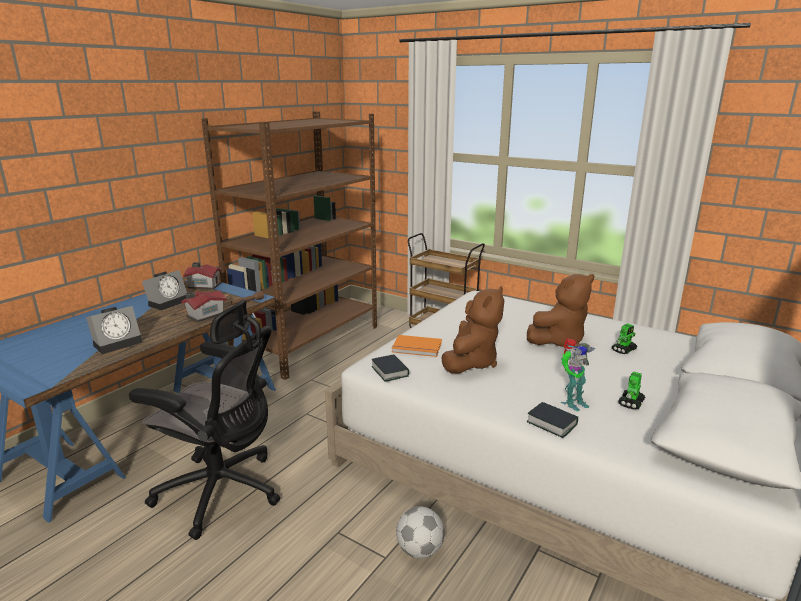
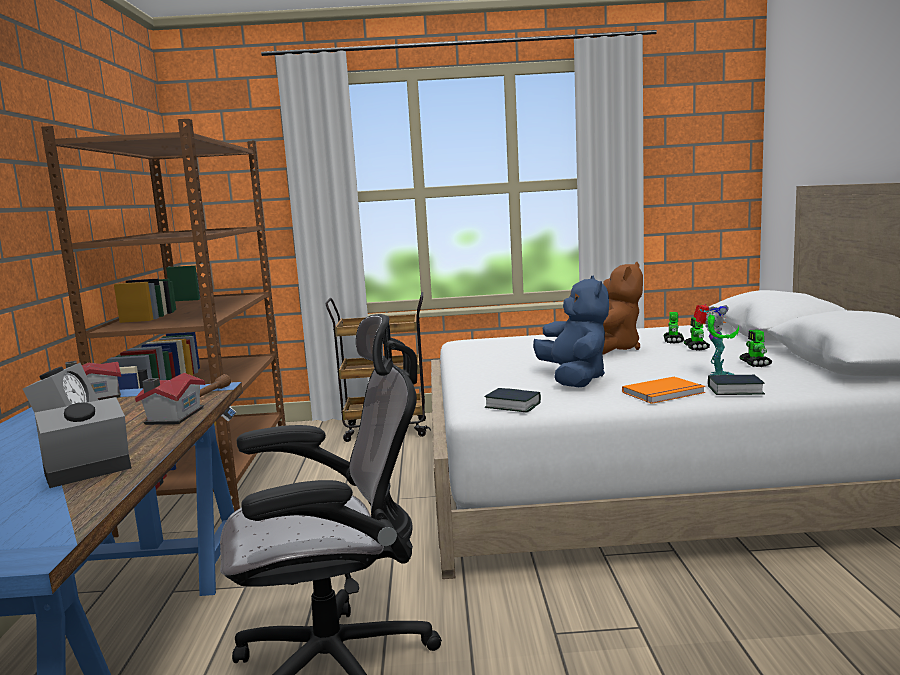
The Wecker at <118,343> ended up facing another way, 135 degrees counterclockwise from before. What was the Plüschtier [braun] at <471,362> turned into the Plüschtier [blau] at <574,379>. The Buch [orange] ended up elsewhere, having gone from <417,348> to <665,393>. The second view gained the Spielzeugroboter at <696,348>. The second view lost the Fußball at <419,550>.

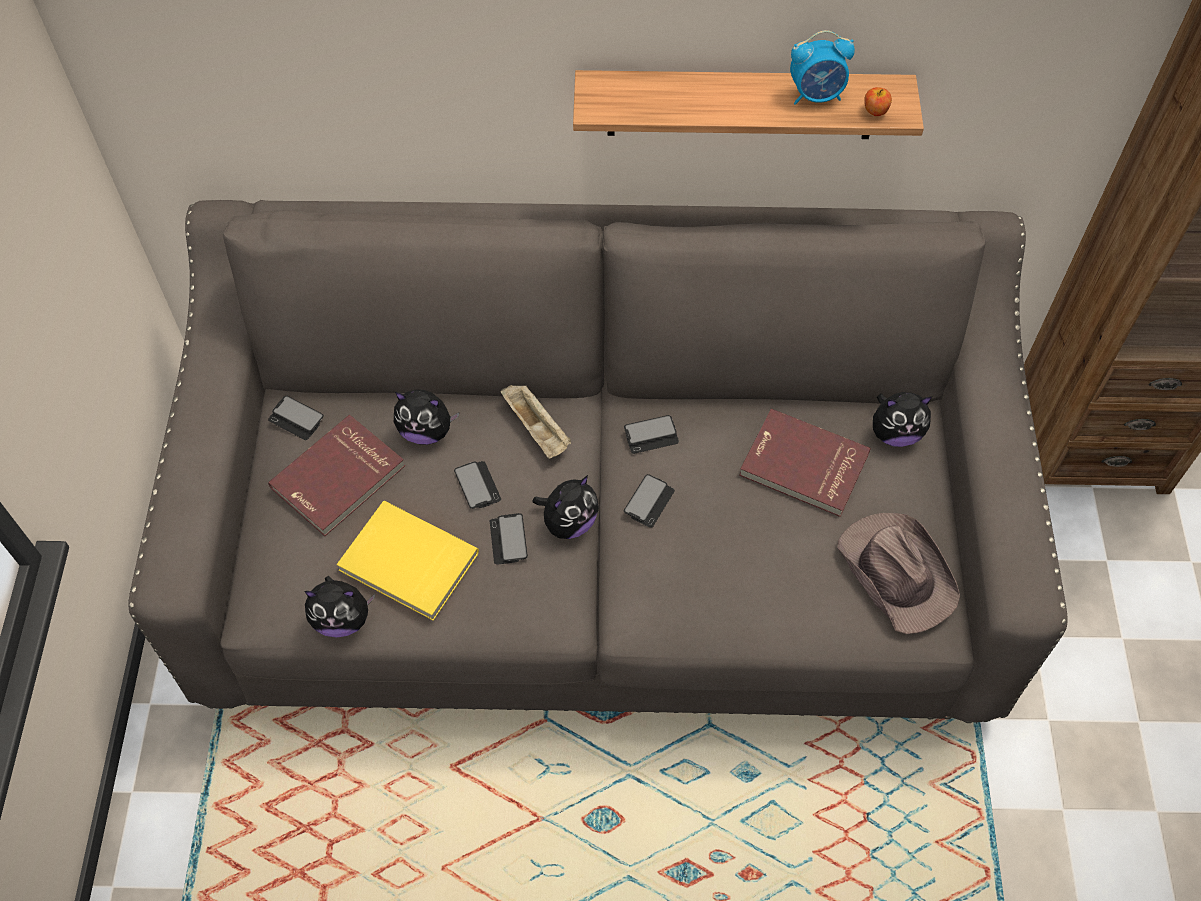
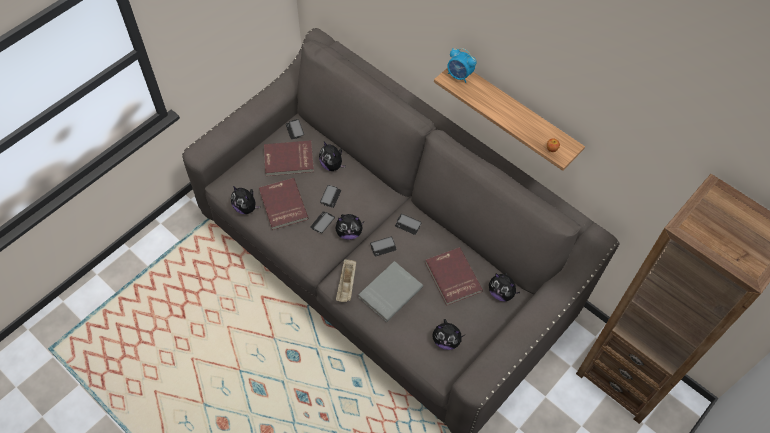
What was the Buch [gelb] at <407,564> turned into the Buch [rot] at <282,205>. The Tablett [beige] ended up elsewhere, having gone from <537,428> to <346,285>. The second view gained the Buch [grau] at <389,291>. Where the Hut [braun] stood at <896,571>, the Plüschtier came to stand at <446,340>. The Wecker ended up elsewhere, having gone from <816,95> to <459,76>.

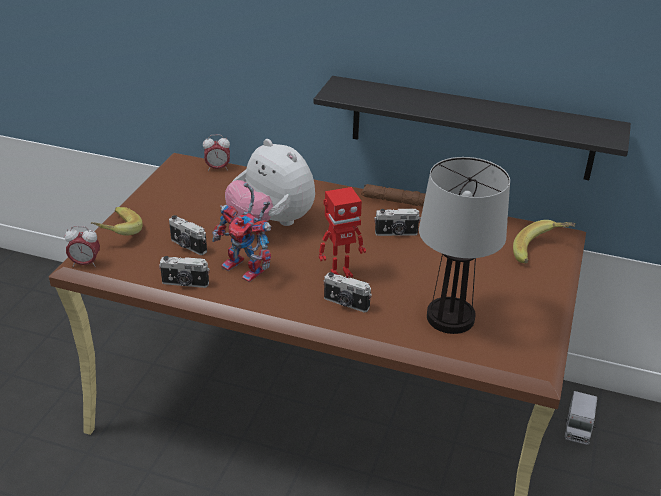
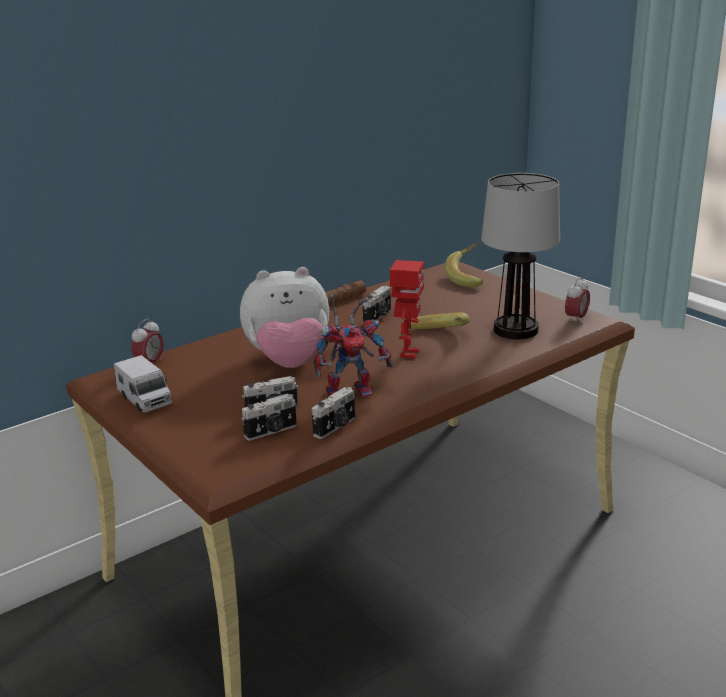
The Spielzeuglaster ended up elsewhere, having gone from <578,427> to <145,399>. The Kamera ended up elsewhere, having gone from <346,304> to <271,431>. The Banane ended up elsewhere, having gone from <115,233> to <438,337>. The Wecker ended up elsewhere, having gone from <85,264> to <576,319>. The second view lost the Wandregal [schwarz] at <471,128>.

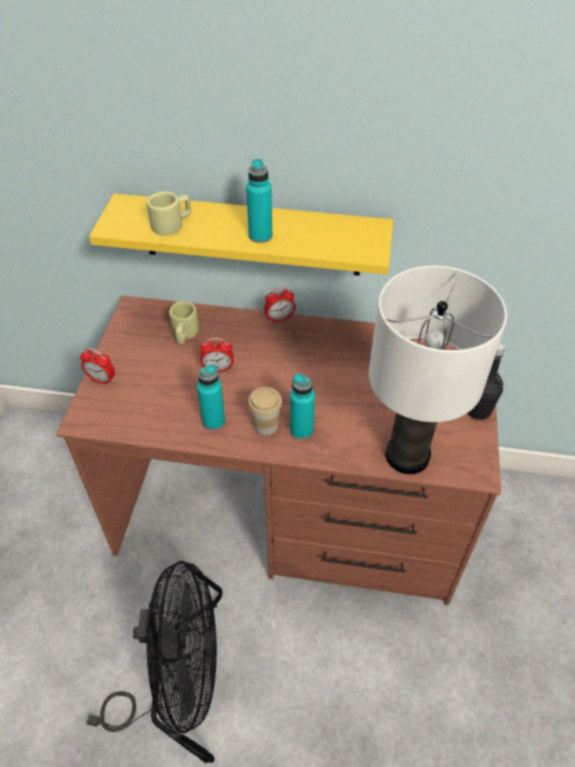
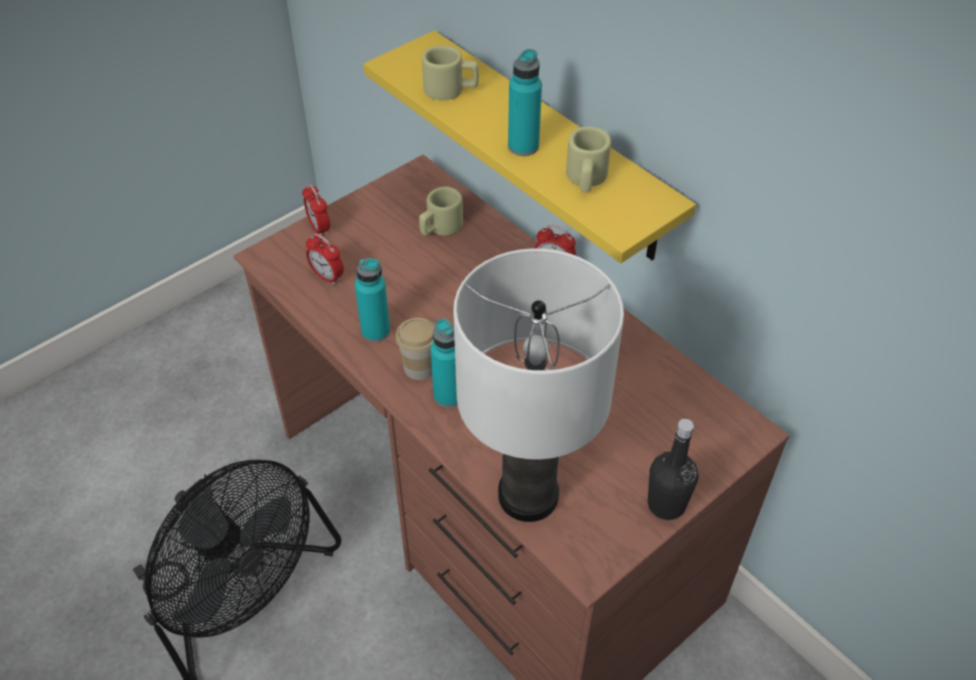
The Wecker ended up elsewhere, having gone from <218,369> to <327,277>. The second view gained the Henkelbecher [beige] at <586,179>.

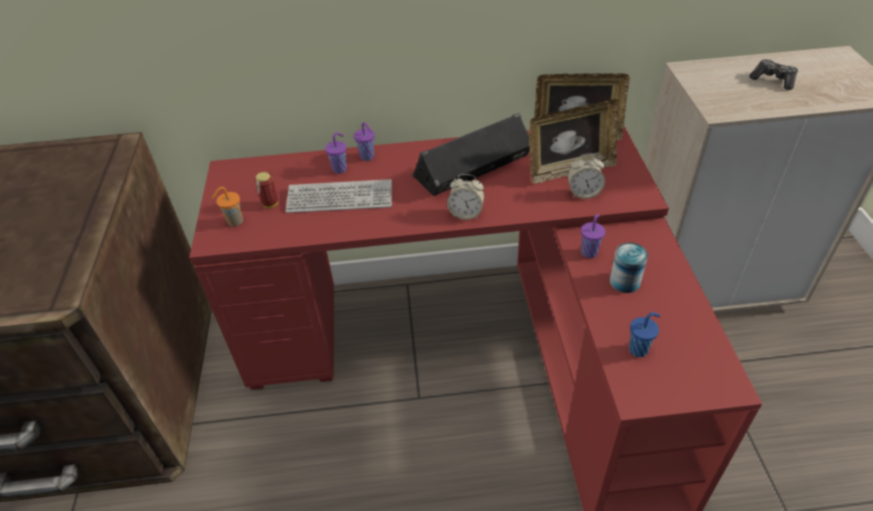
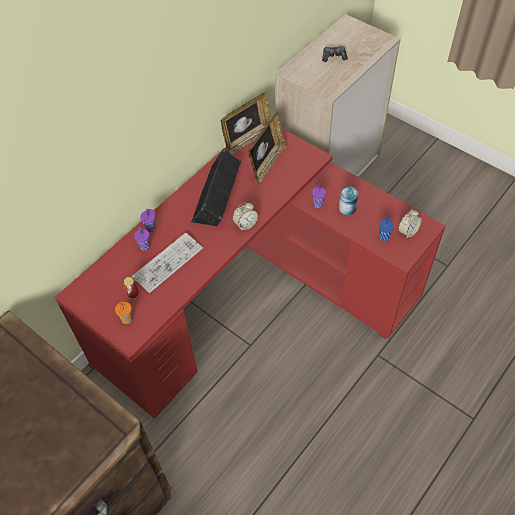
The Wecker ended up elsewhere, having gone from <583,193> to <407,231>.

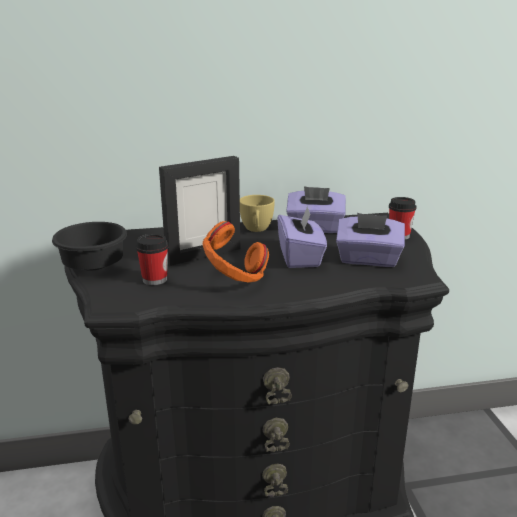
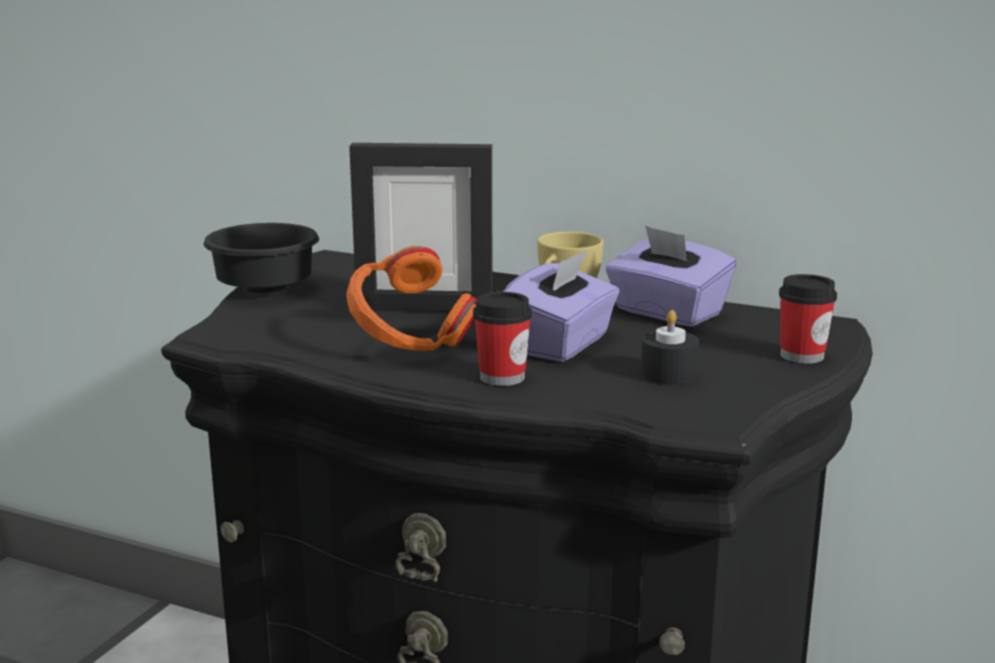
The Tasse ended up elsewhere, having gone from <155,279> to <502,377>. Where the Taschentuchbox [lila] stood at <368,260>, the Kerze [schwarz] came to stand at <668,374>.

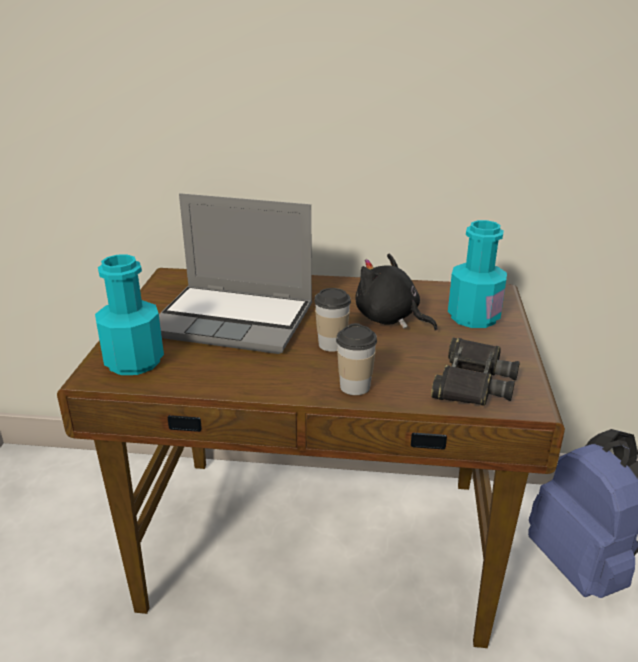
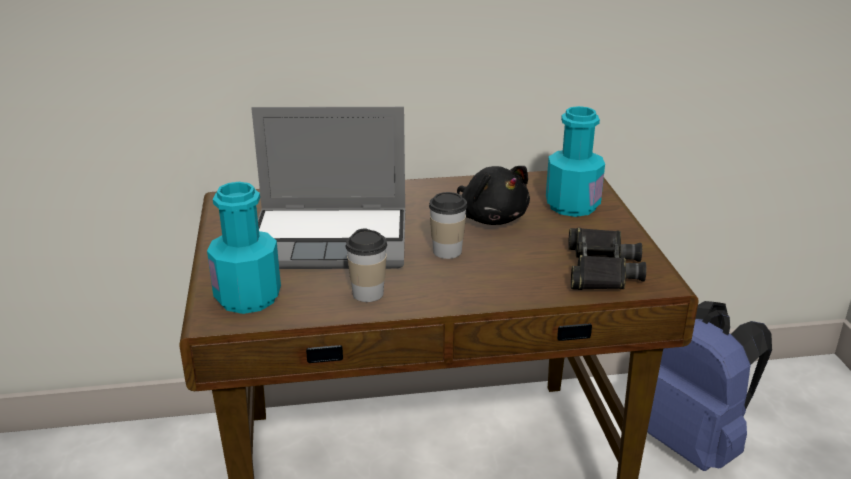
The Tasse ended up elsewhere, having gone from <355,387> to <368,293>. The Plüschtier [schwarz] at <389,319> ended up facing another way, 150 degrees counterclockwise from before.

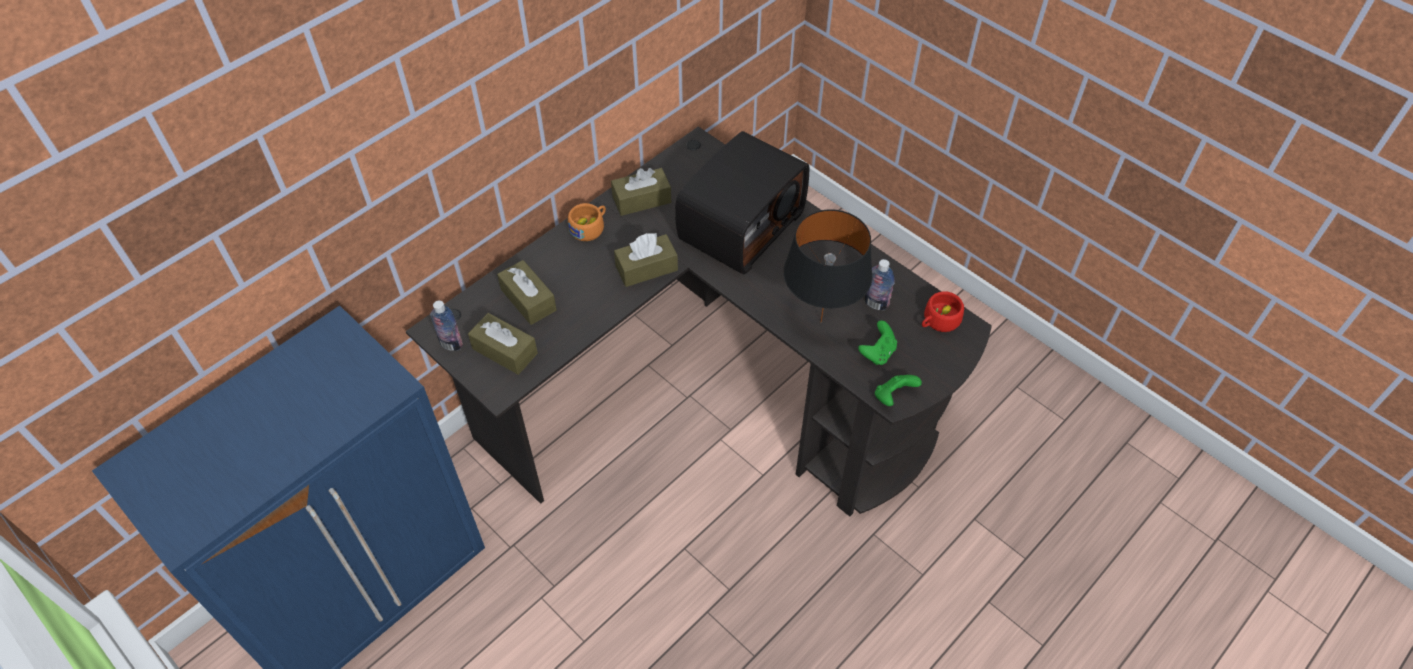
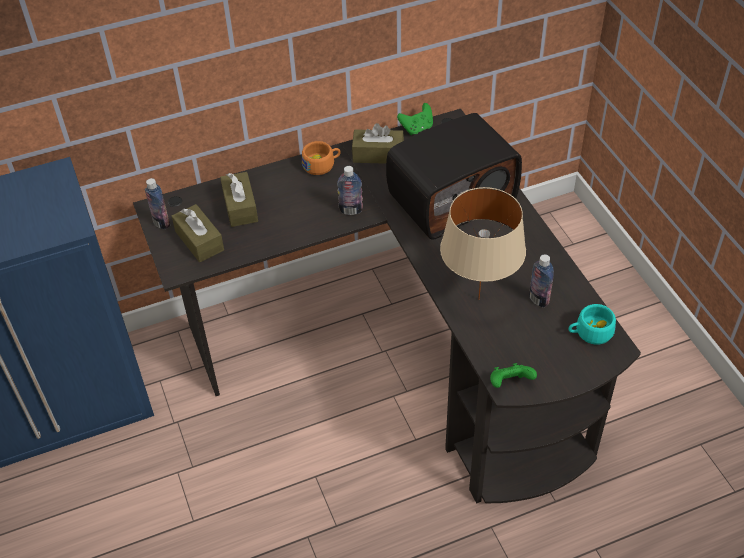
Where the Taschentuchbox [braun] stood at <646,268>, the Flasche came to stand at <351,210>. The Gamepad [grün] ended up elsewhere, having gone from <877,353> to <417,128>. What was the Tischlampe [schwarz] at <822,322> turned into the Tischlampe [beige] at <479,300>. What was the Tasse [rot] at <938,321> turned into the Tasse [türkis] at <590,332>.

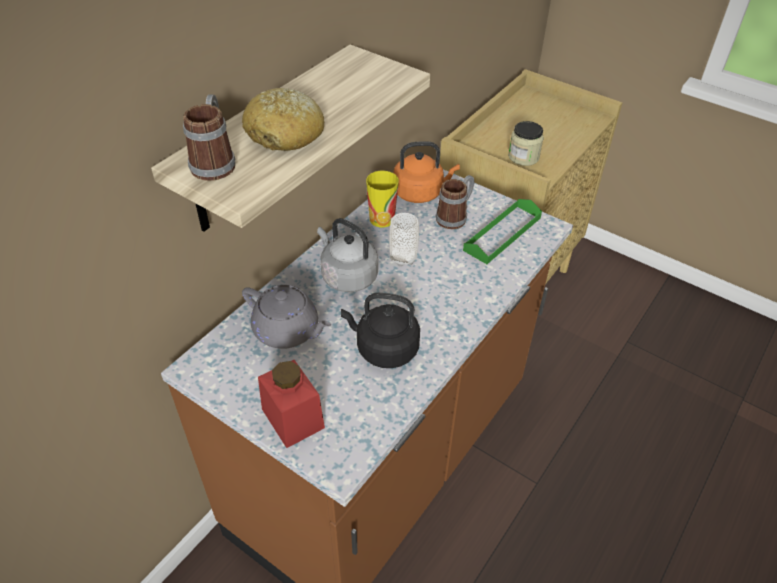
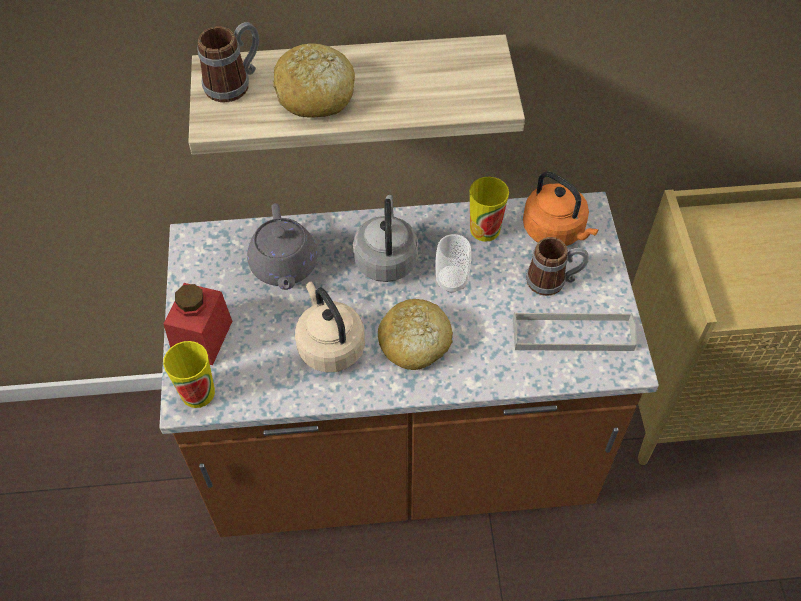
The second view gained the Tasse at <198,393>. What was the Wasserkessel [schwarz] at <384,349> turned into the Wasserkessel [beige] at <329,345>. The second view gained the Brot at <414,342>. What was the Tablett [grün] at <502,234> turned into the Tablett [grau] at <572,334>. The second view lost the Vorratsglas at <523,157>.

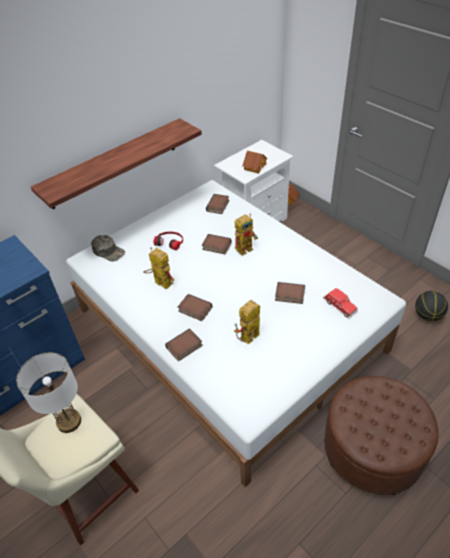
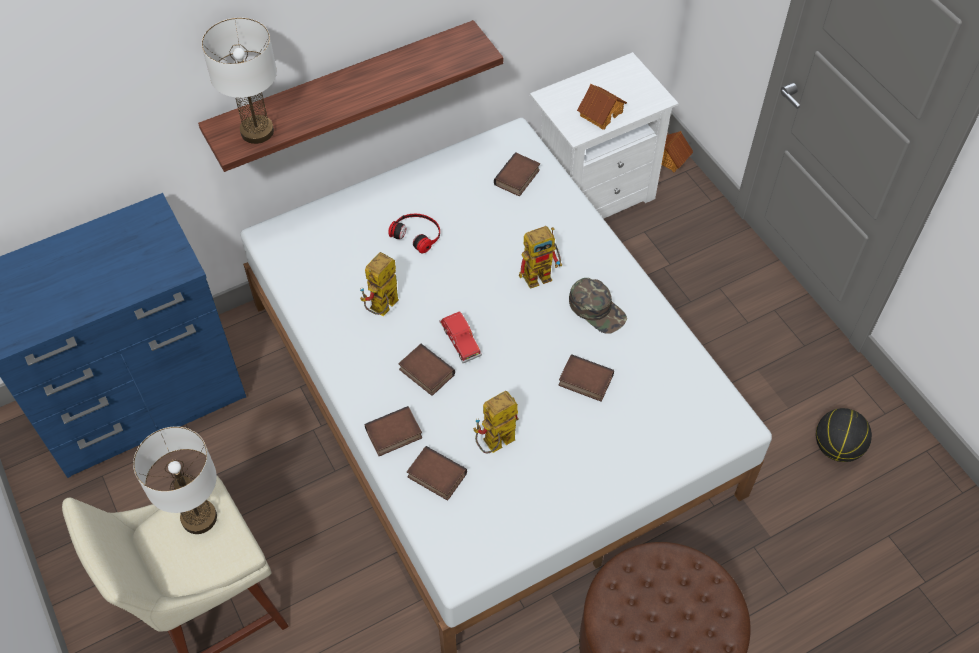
The second view gained the Tischlampe at <257,131>. The Spielzeugroboter at <160,282> ended up facing another way, 105 degrees counterclockwise from before. The Buch ended up elsewhere, having gone from <216,246> to <435,476>. The Spielzeugauto [rot] ended up elsewhere, having gone from <339,306> to <460,341>. The Kappe [grün] ended up elsewhere, having gone from <108,251> to <597,309>.

